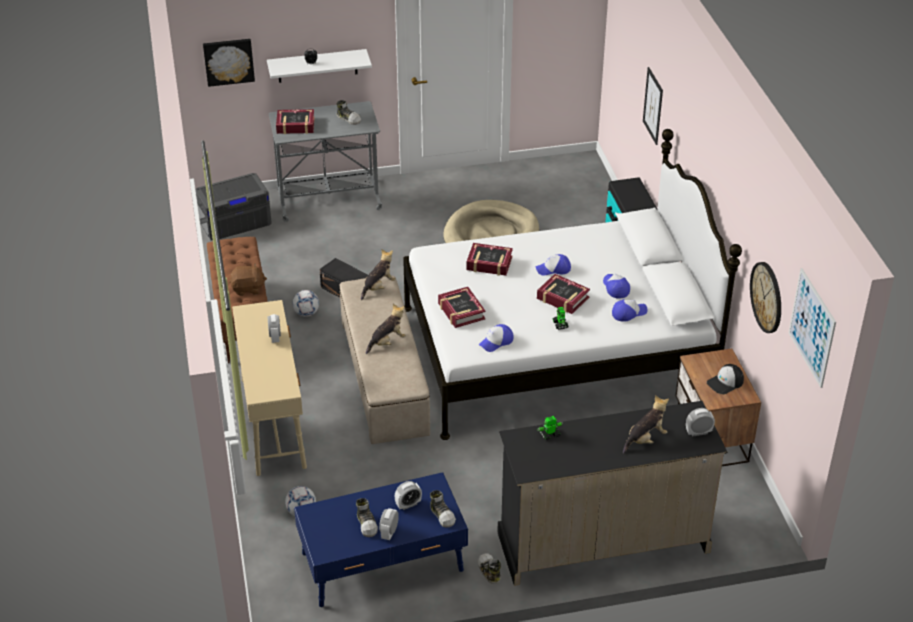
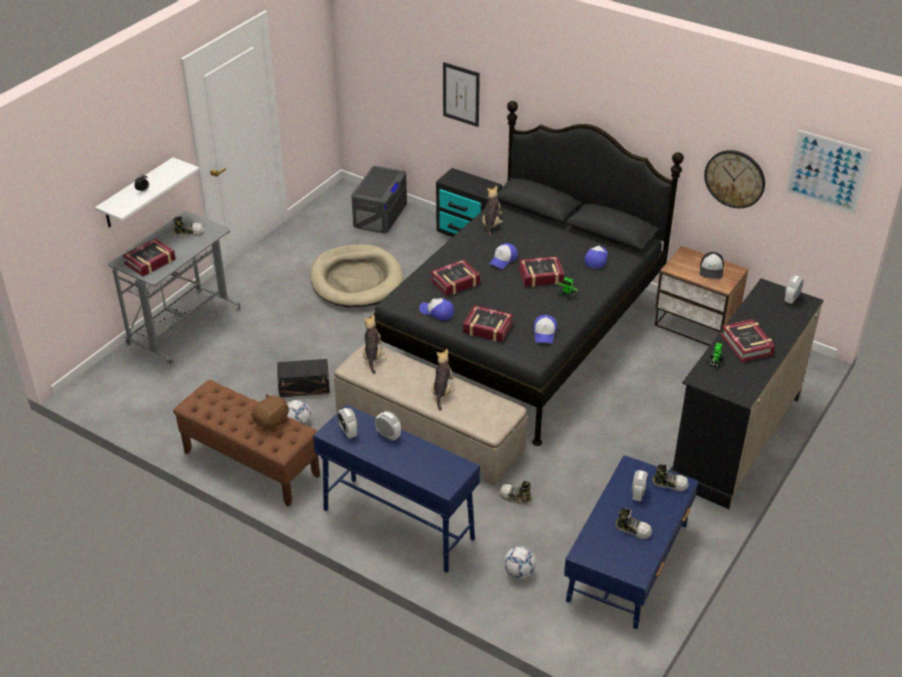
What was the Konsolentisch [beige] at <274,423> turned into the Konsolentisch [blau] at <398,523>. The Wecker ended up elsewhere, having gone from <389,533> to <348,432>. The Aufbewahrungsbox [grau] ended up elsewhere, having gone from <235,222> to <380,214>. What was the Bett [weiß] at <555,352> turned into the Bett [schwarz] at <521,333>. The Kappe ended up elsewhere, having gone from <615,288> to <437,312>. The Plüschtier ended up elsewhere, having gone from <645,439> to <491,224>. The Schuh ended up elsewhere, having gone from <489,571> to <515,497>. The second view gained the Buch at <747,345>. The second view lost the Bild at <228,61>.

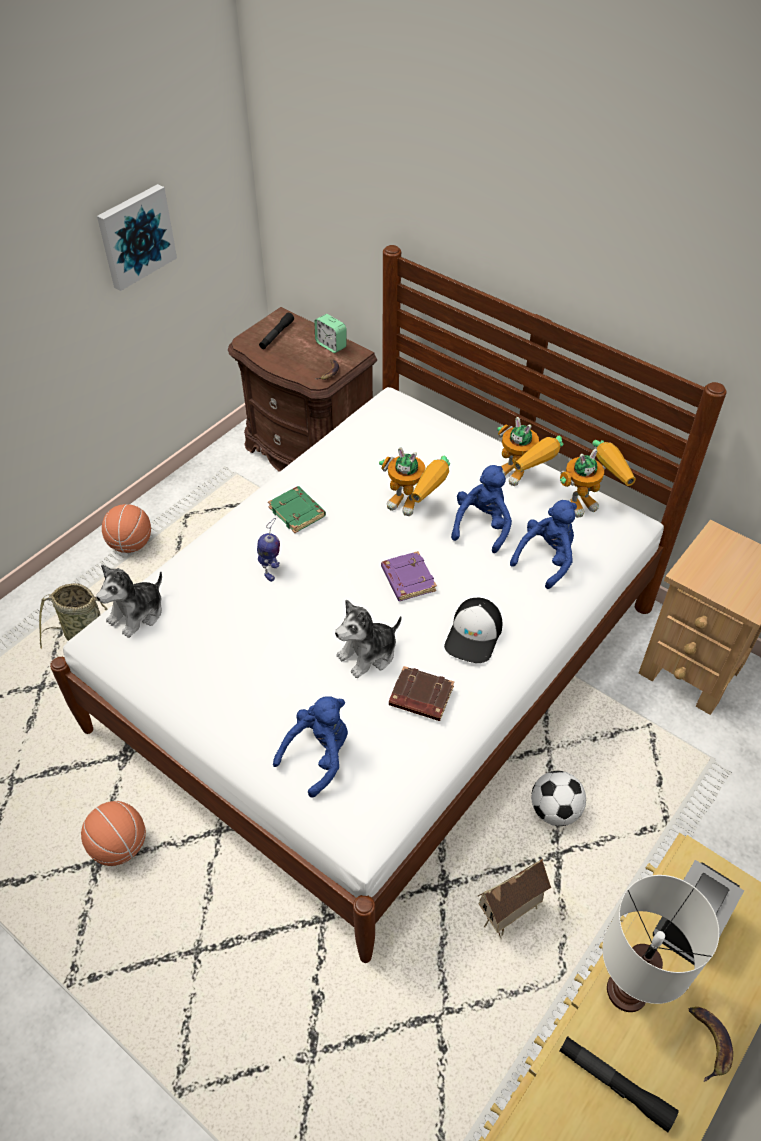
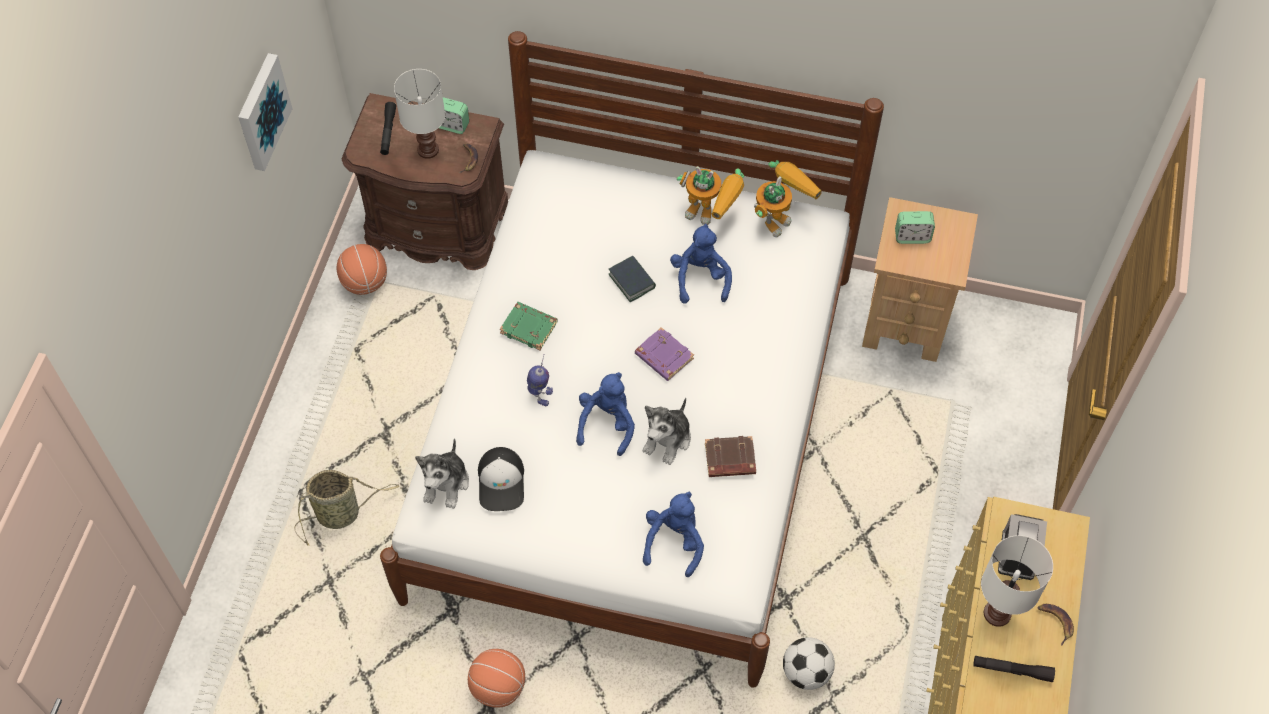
The Basketball ended up elsewhere, having gone from <131,544> to <365,282>. The second view gained the Tischlampe [weiß] at <427,150>. The Kappe ended up elsewhere, having gone from <474,635> to <502,482>. The Plüschtier [blau] ended up elsewhere, having gone from <546,559> to <607,423>. Where the Spielzeugroboter stood at <415,507>, the Buch came to stand at <632,281>. The Fußball ended up elsewhere, having gone from <555,810> to <806,672>. The second view gained the Wecker at <912,236>. The second view lost the Spielzeughaus at <508,918>.

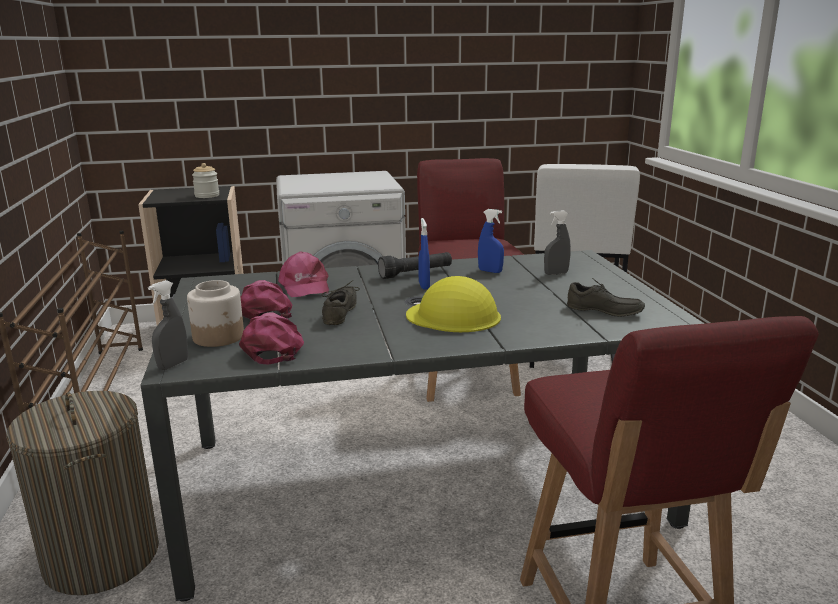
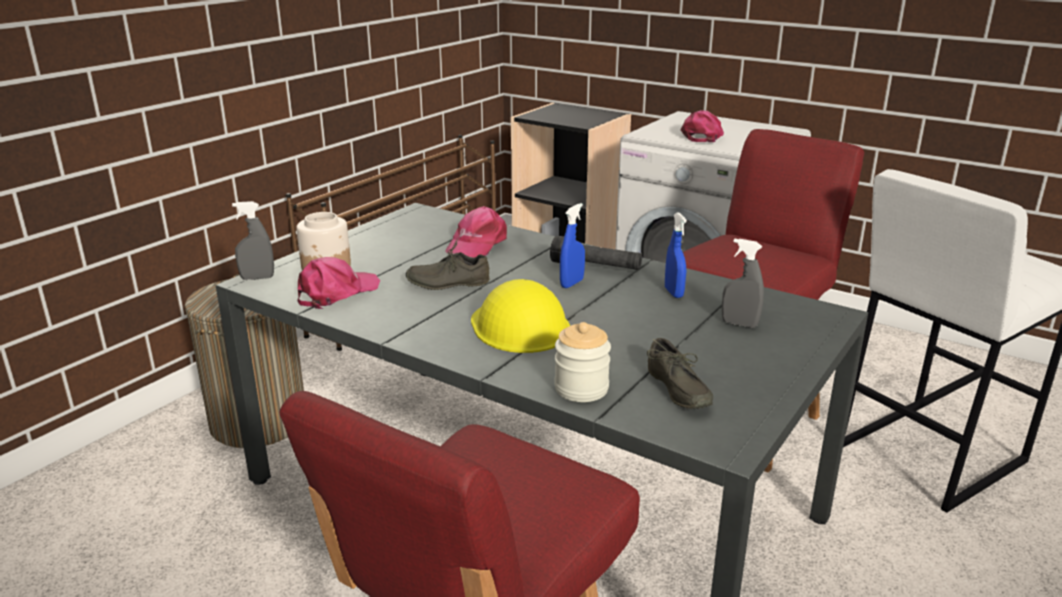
The Schuh [grau] at <343,312> ended up facing another way, 150 degrees counterclockwise from before. The Vorratsglas ended up elsewhere, having gone from <207,196> to <581,389>. The Kappe [rosa] ended up elsewhere, having gone from <264,311> to <703,136>.

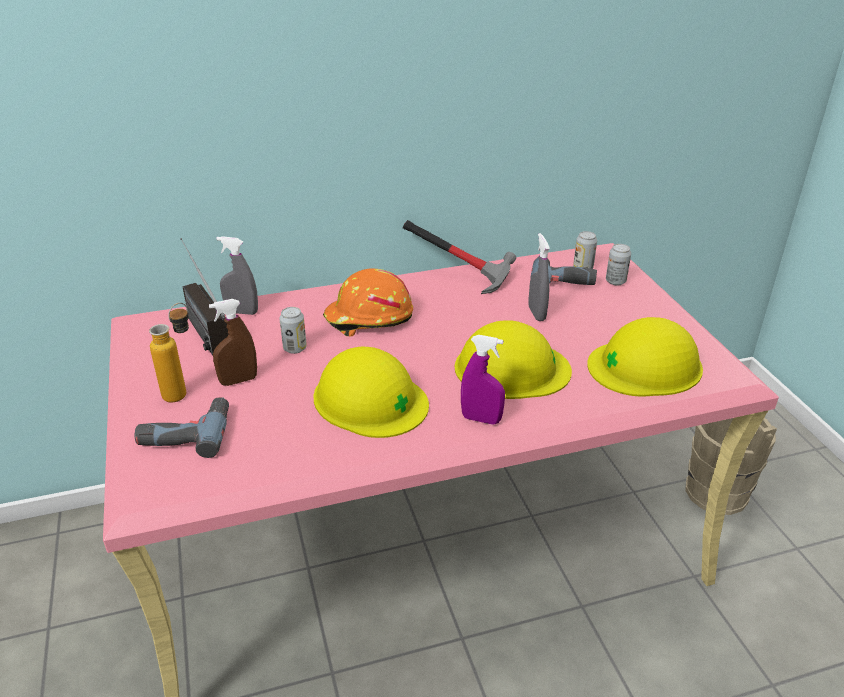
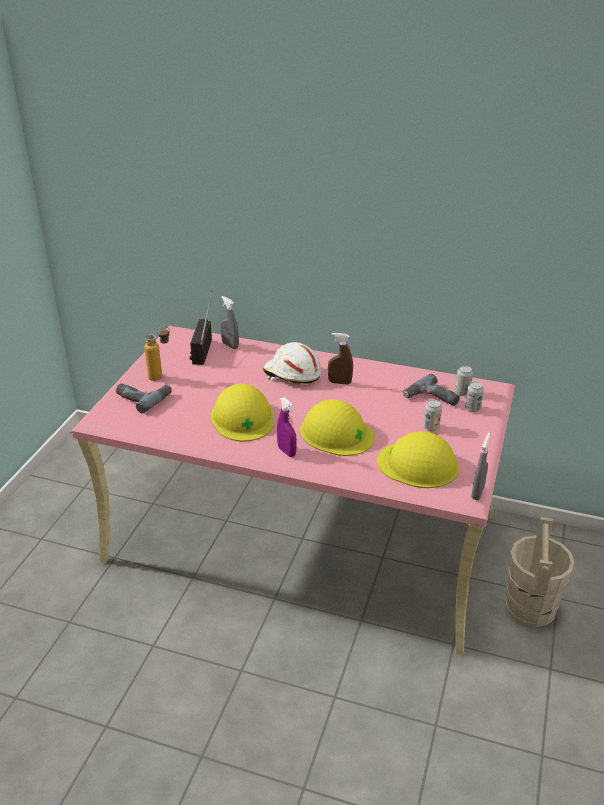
What was the Schutzhelm [orange] at <368,318> turned into the Schutzhelm [weiß] at <291,374>. The Sprühflasche [braun] ended up elsewhere, having gone from <238,380> to <339,382>. The Dose ended up elsewhere, having gone from <295,348> to <431,427>. The Sprühflasche [grau] ended up elsewhere, having gone from <536,313> to <477,492>. The second view lost the Hammer at <463,273>.

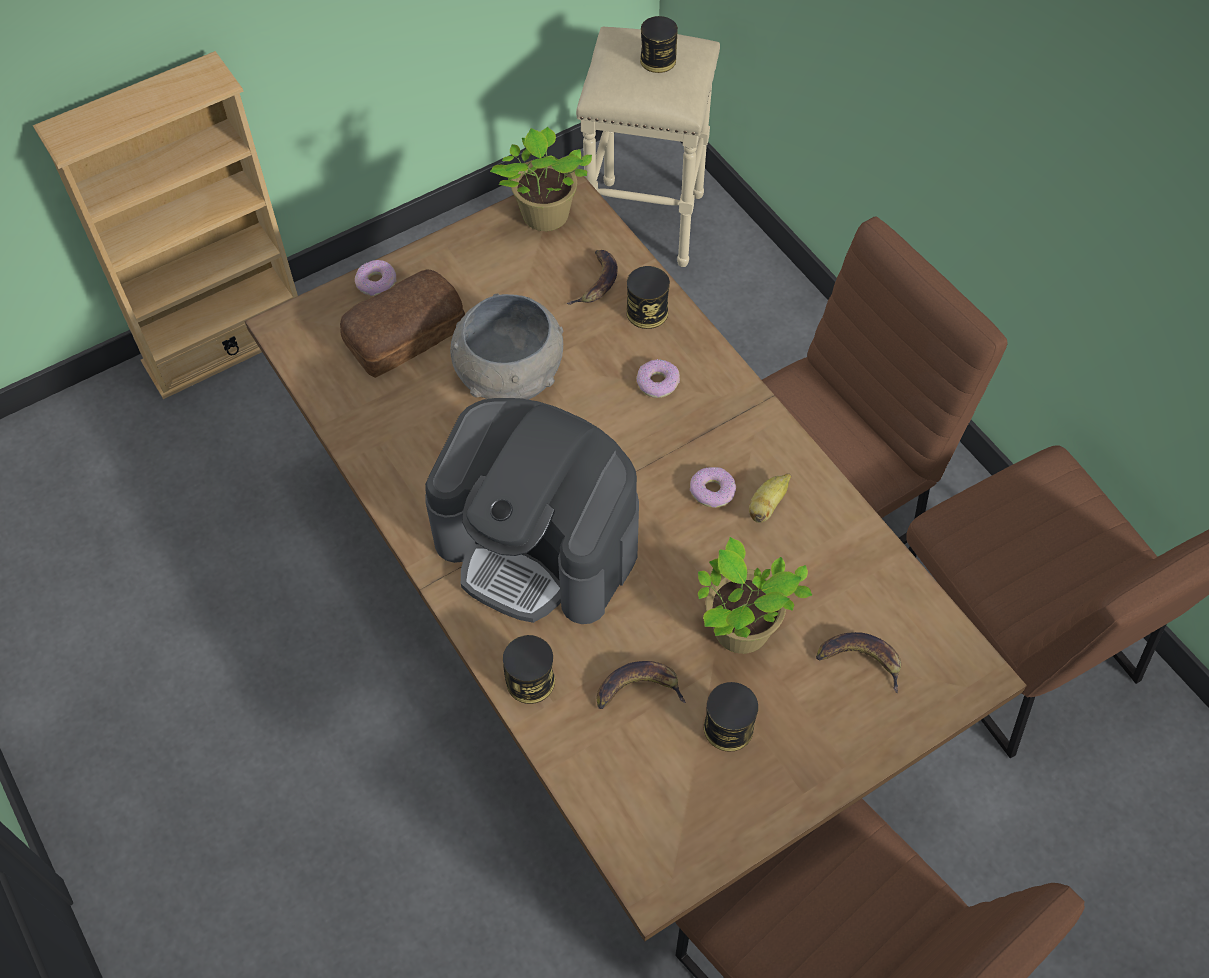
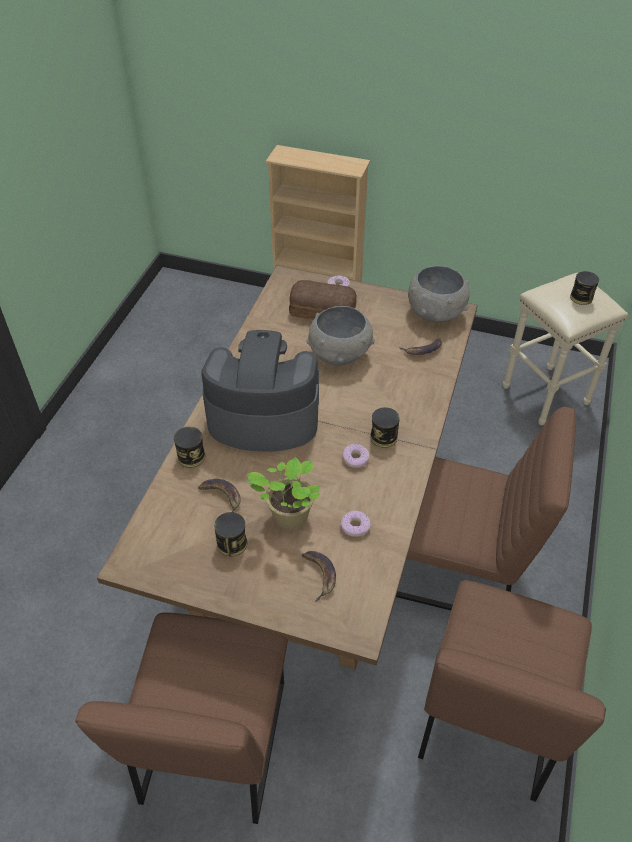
The Kaffeemaschine at <539,545> ended up facing another way, 105 degrees clockwise from before. The Donut ended up elsewhere, having gone from <657,383> to <355,526>. The Dose ended up elsewhere, having gone from <647,312> to <383,437>. Where the Topfpflanze stood at <543,217>, the Schüssel [grau] came to stand at <435,312>. The second view lost the Banane at <767,505>.

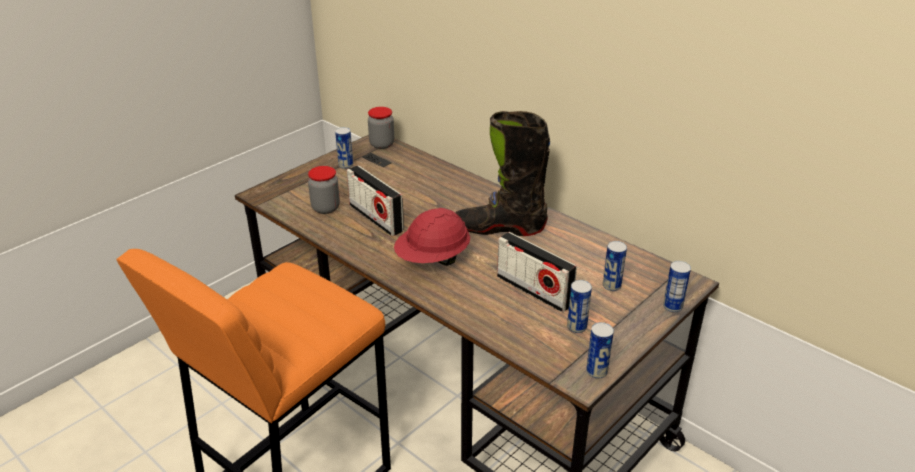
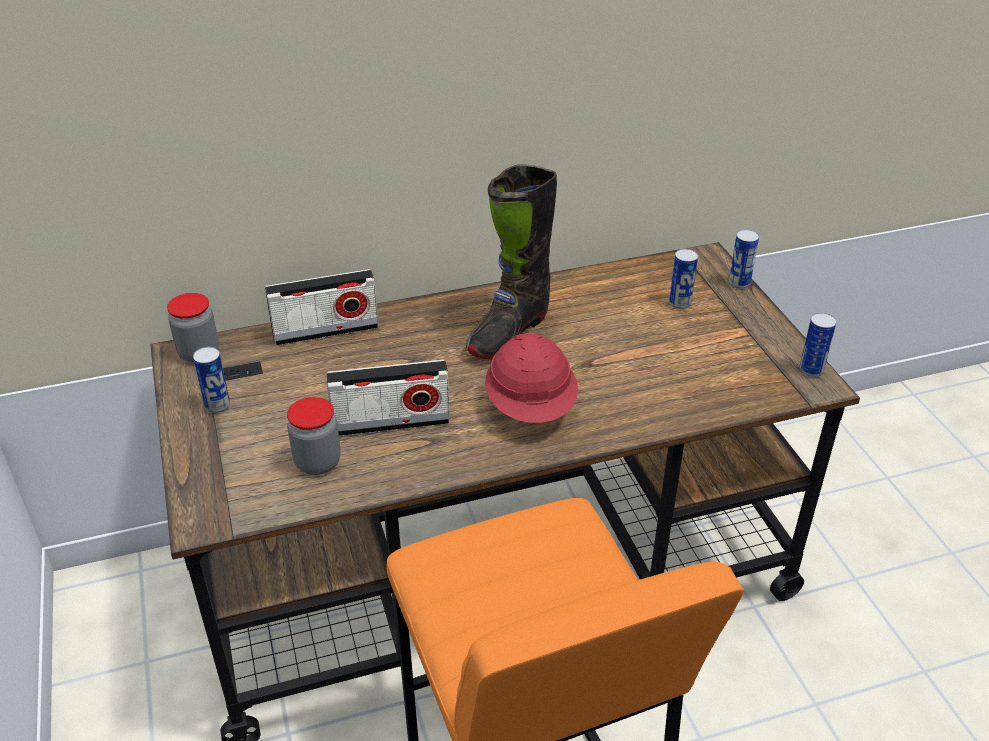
The Radio ended up elsewhere, having gone from <534,290> to <326,331>. The second view lost the Dose at <576,327>.

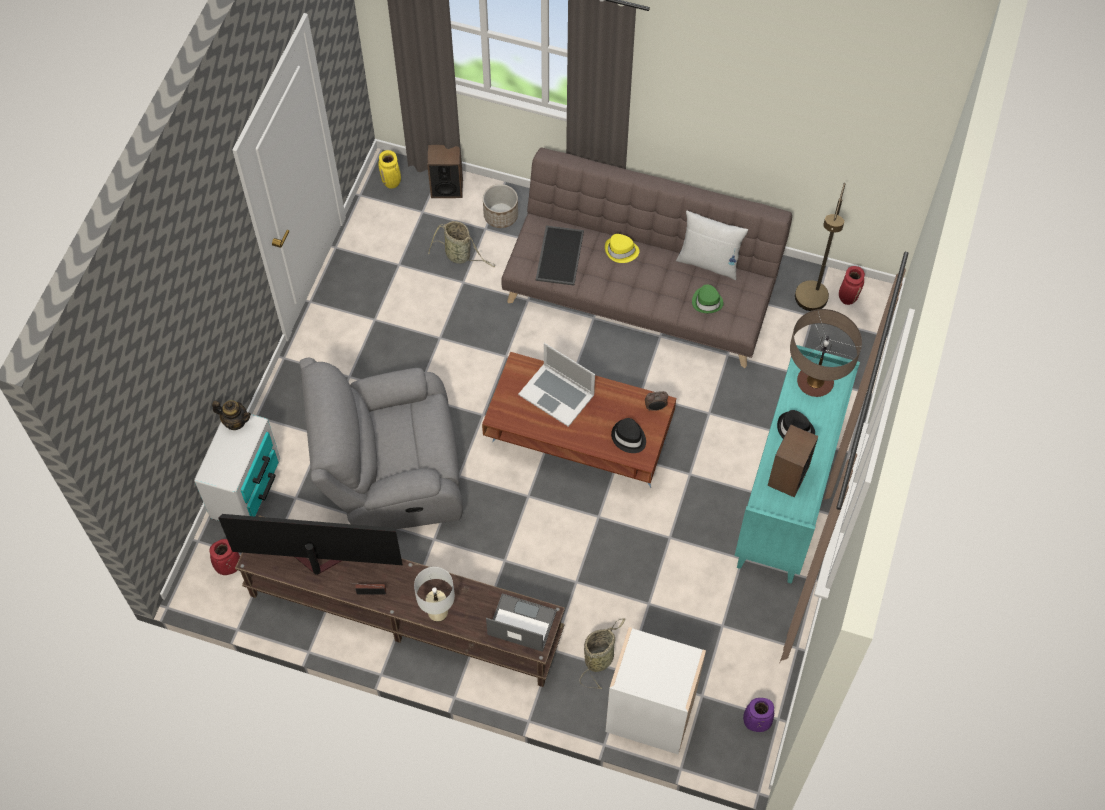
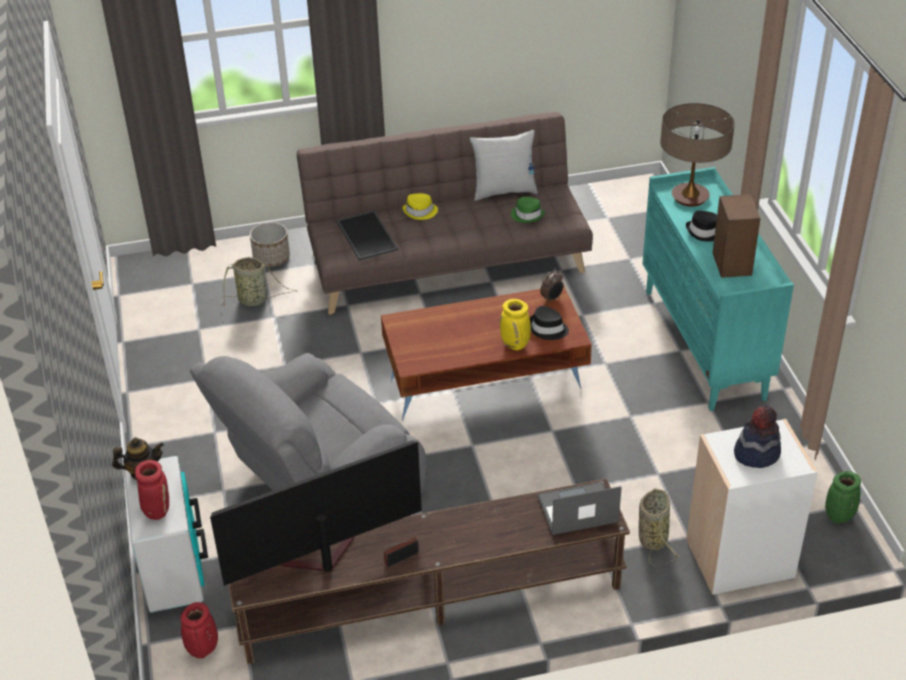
The Vase [rot] ended up elsewhere, having gone from <847,297> to <156,510>. The Vase [gelb] ended up elsewhere, having gone from <392,183> to <516,345>. The second view gained the Hut at <756,453>. What was the Vase [lila] at <755,724> turned into the Vase [grün] at <838,517>. The second view lost the Tischlampe [weiß] at <437,613>. The second view lost the Lautsprecher at <446,188>. The second view lost the Laptop at <556,394>. The second view lost the Stehlampe [braun] at <810,305>.

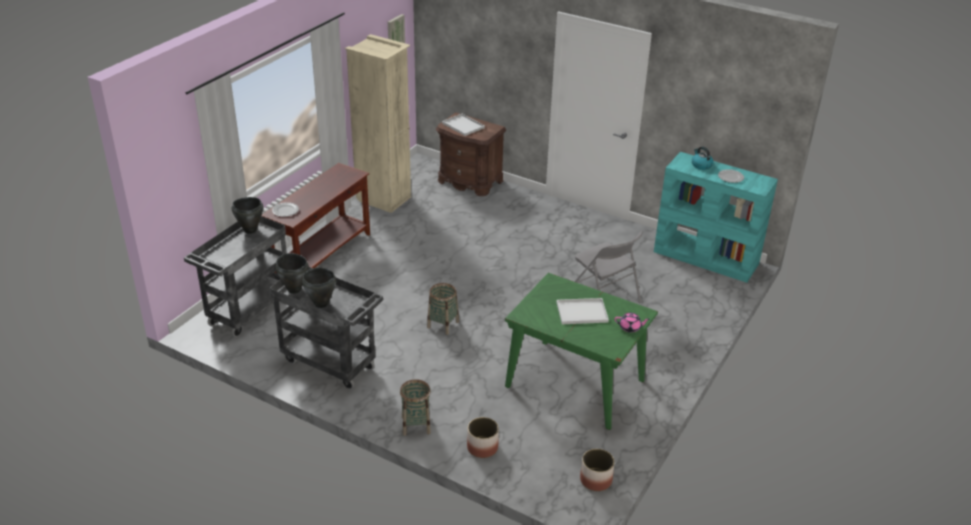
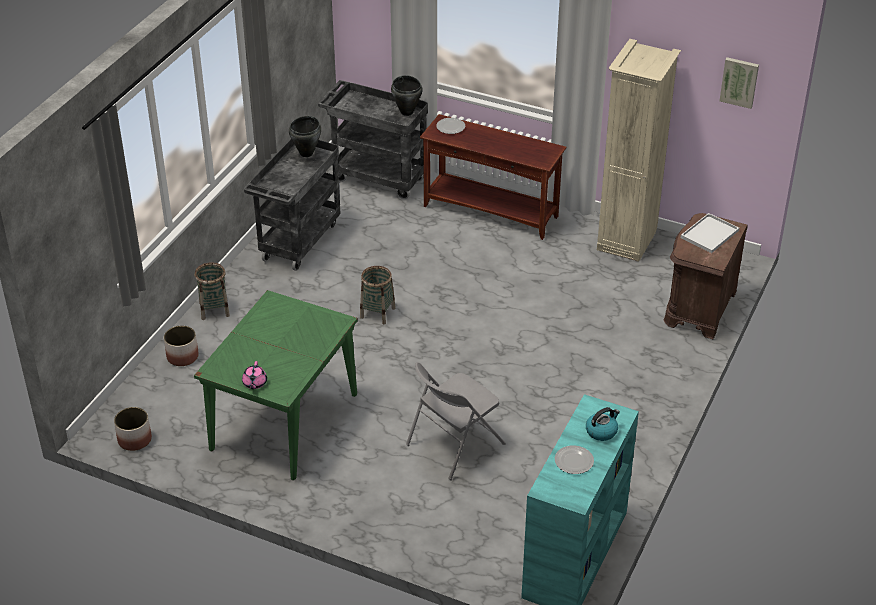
The second view lost the Kochtopf [schwarz] at <321,304>. The second view lost the Tablett [weiß] at <581,312>.

